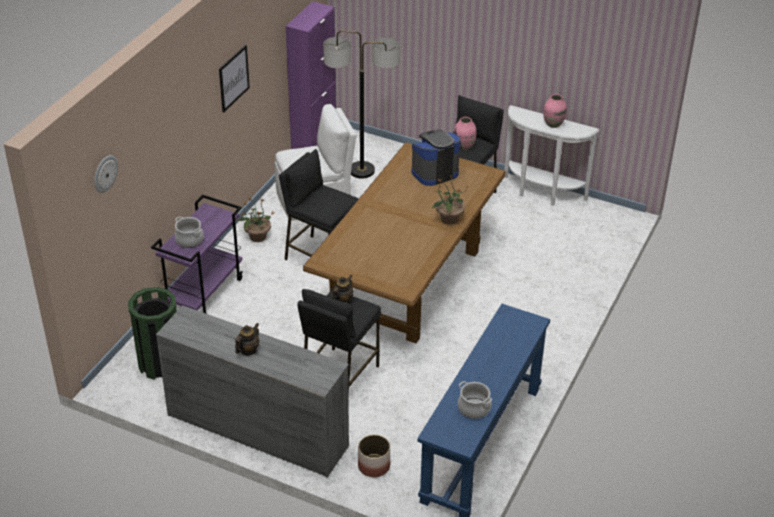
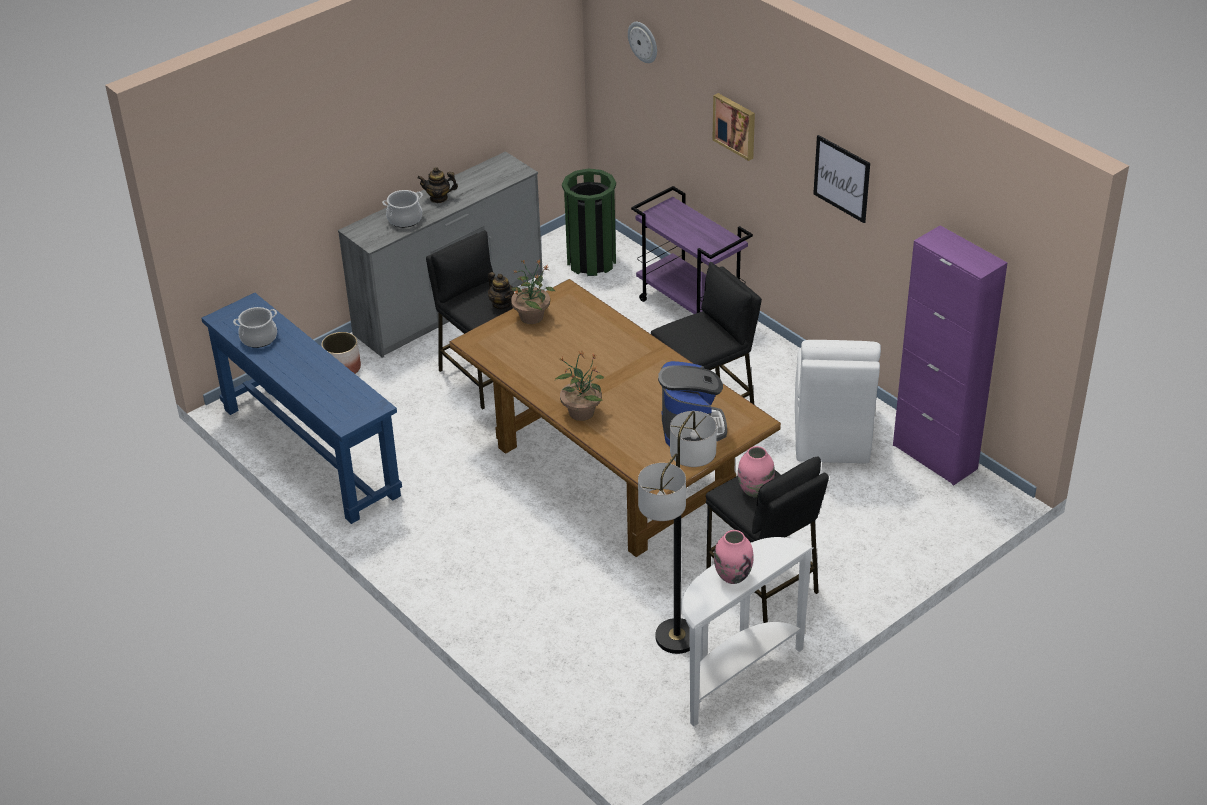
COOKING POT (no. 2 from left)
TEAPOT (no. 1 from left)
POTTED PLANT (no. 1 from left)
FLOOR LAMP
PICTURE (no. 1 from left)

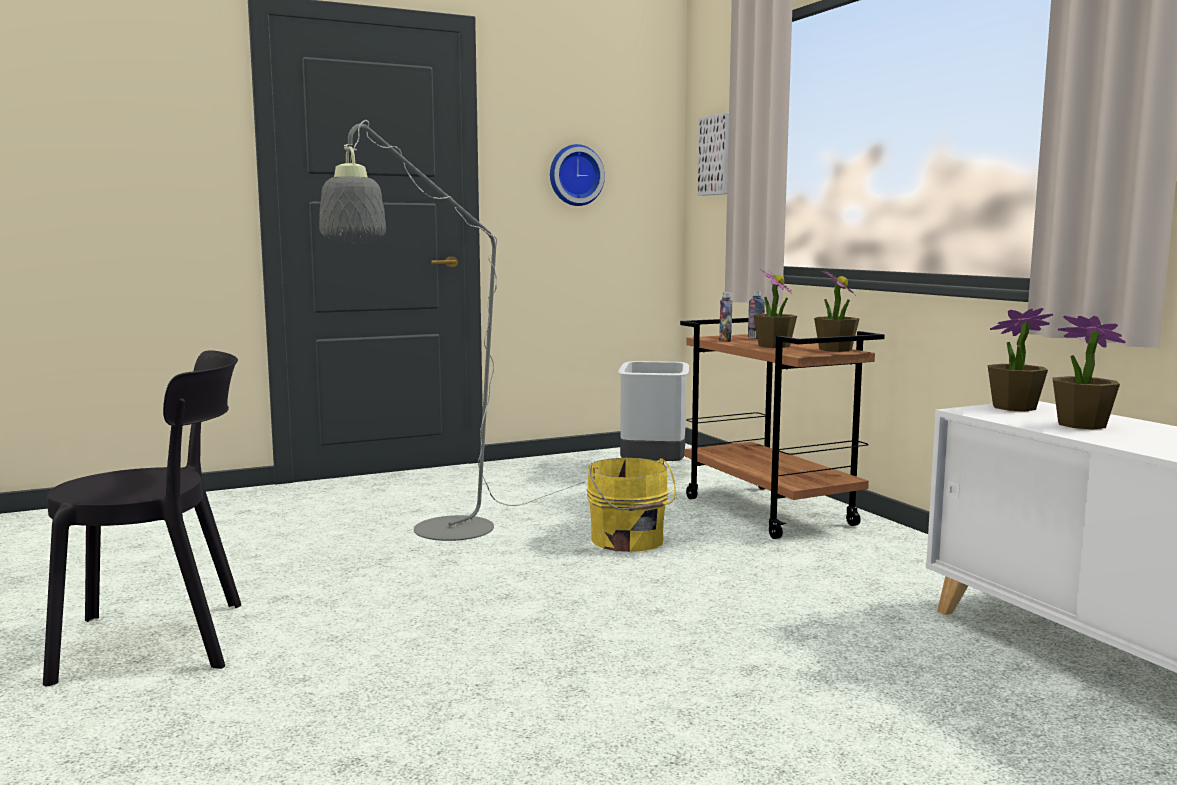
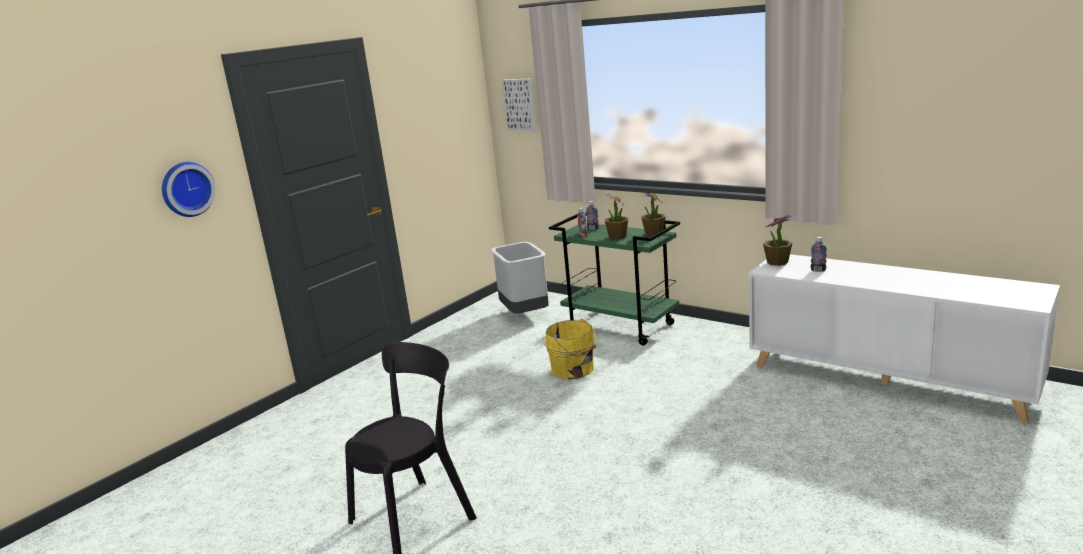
WALL CLOCK
GREEN CART
BOTTLE (no. 3 from left)
GREY FLOOR LAMP

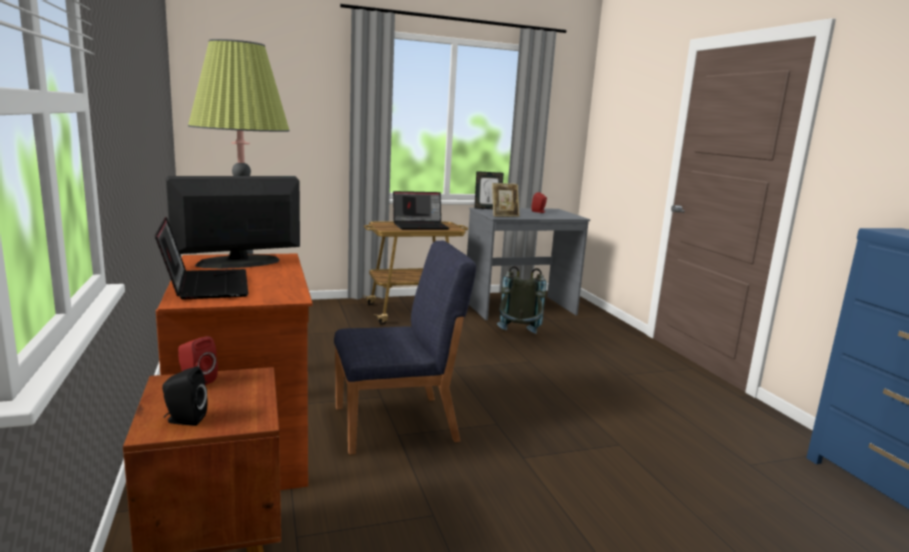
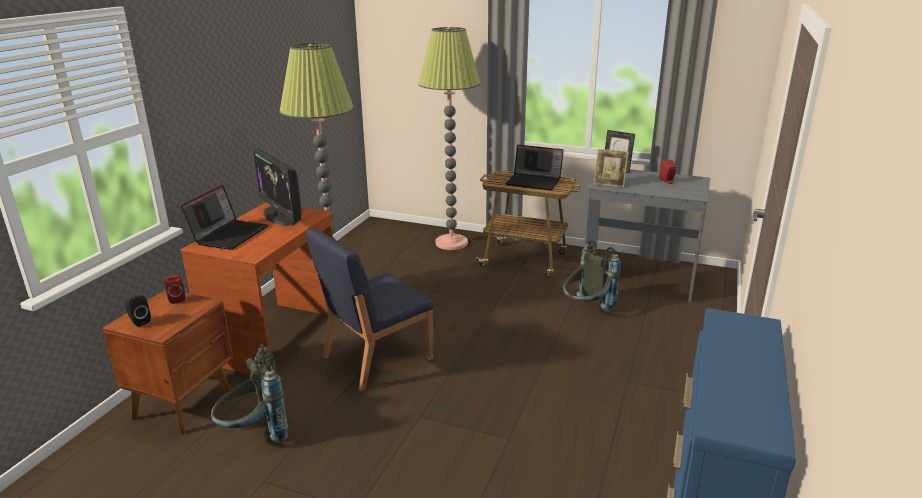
GREY BACKPACK (no. 1 from left)
MONITOR
BLUE CHAIR
FLOOR LAMP (no. 2 from left)

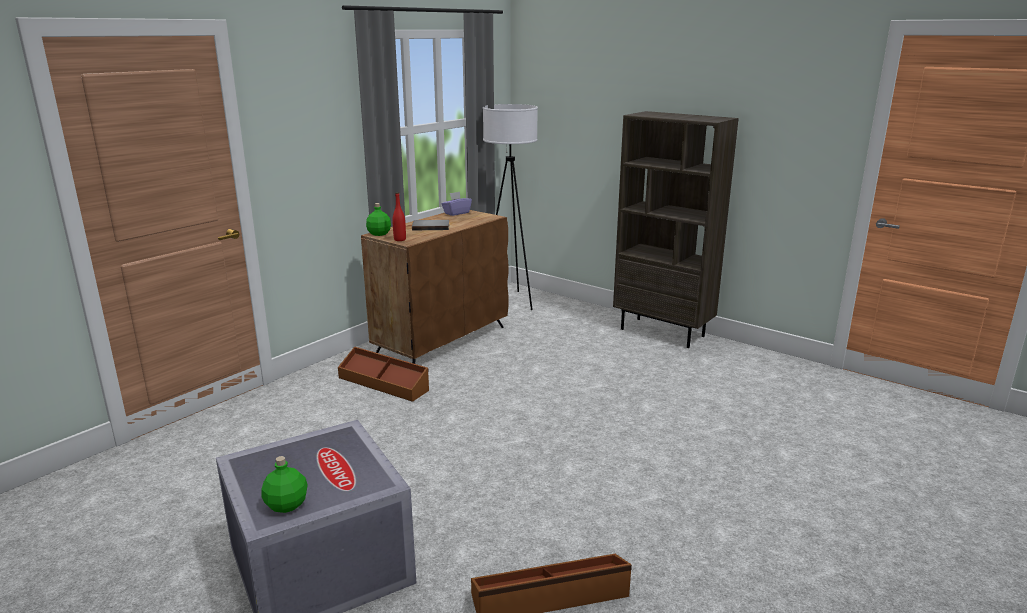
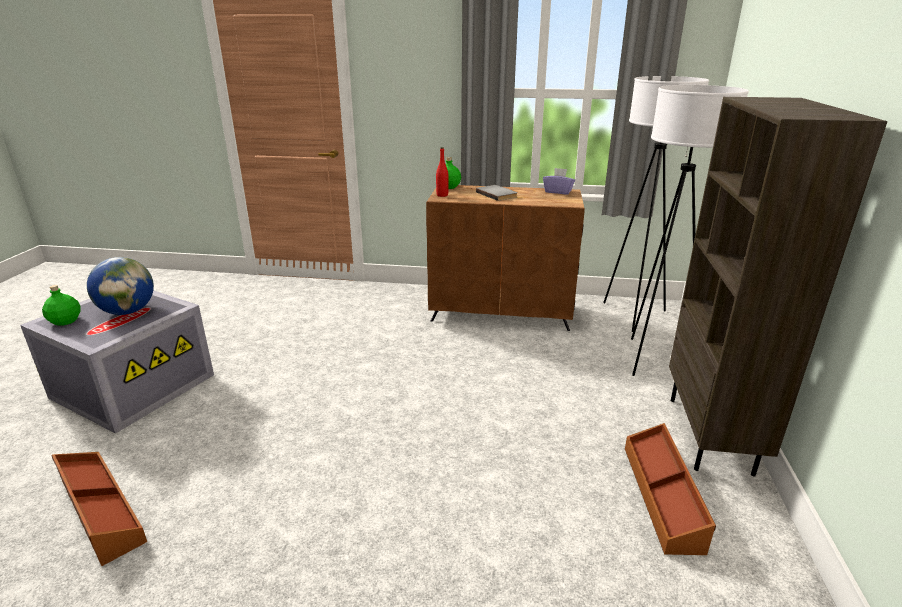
GLOBE
BROWN STORAGE BOX (no. 2 from left)
WHITE FLOOR LAMP (no. 2 from left)

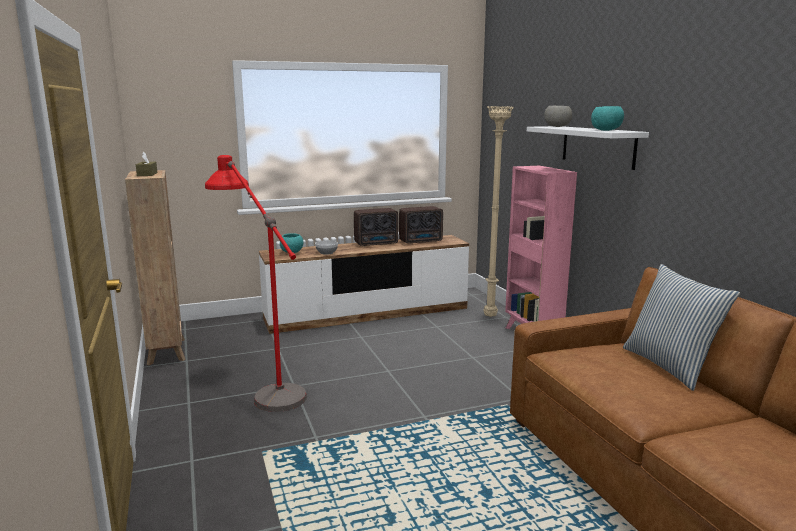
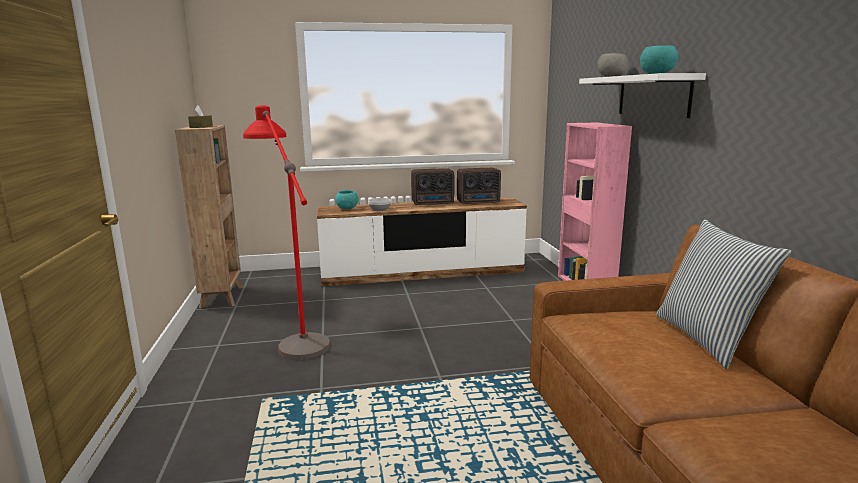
BEIGE FLOOR LAMP

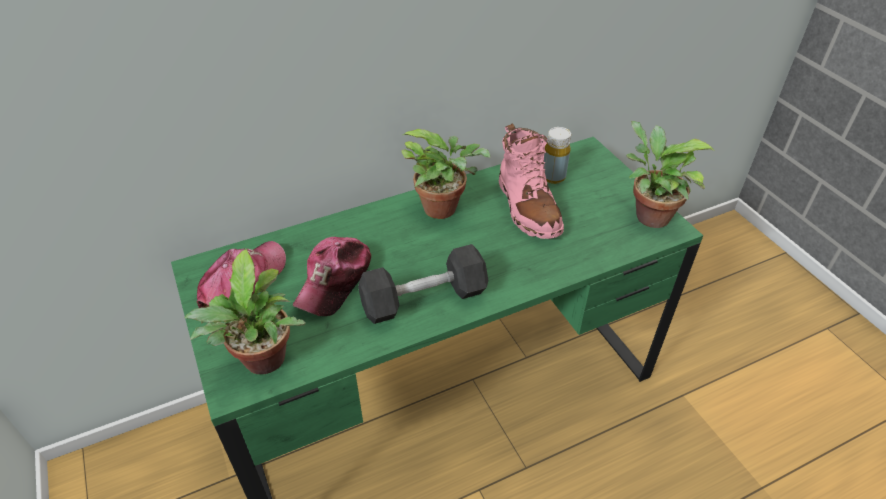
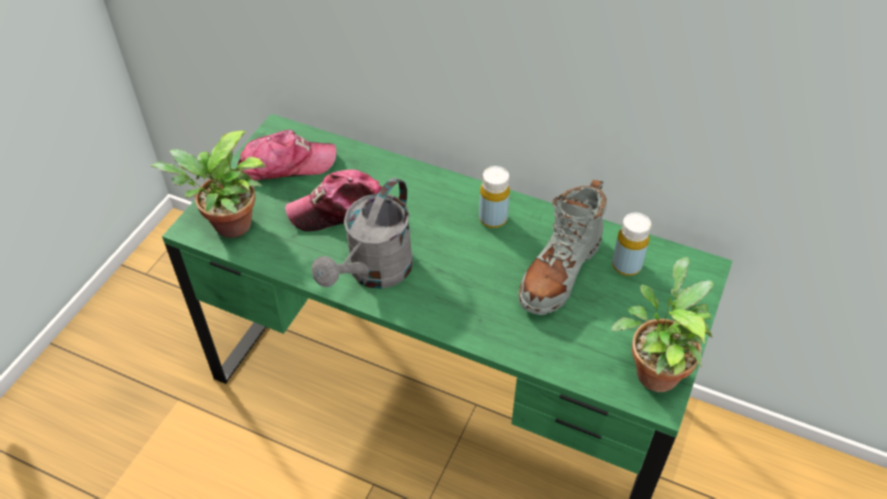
GREY WATERING CAN
YELLOW BOTTLE (no. 1 from left)
GREY BOOT

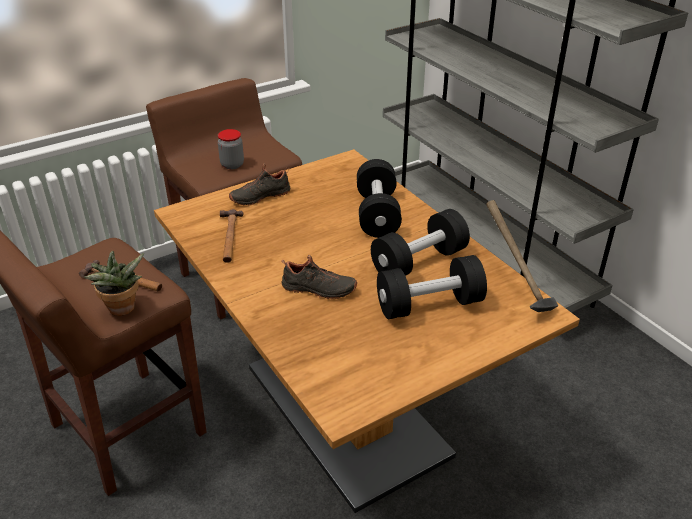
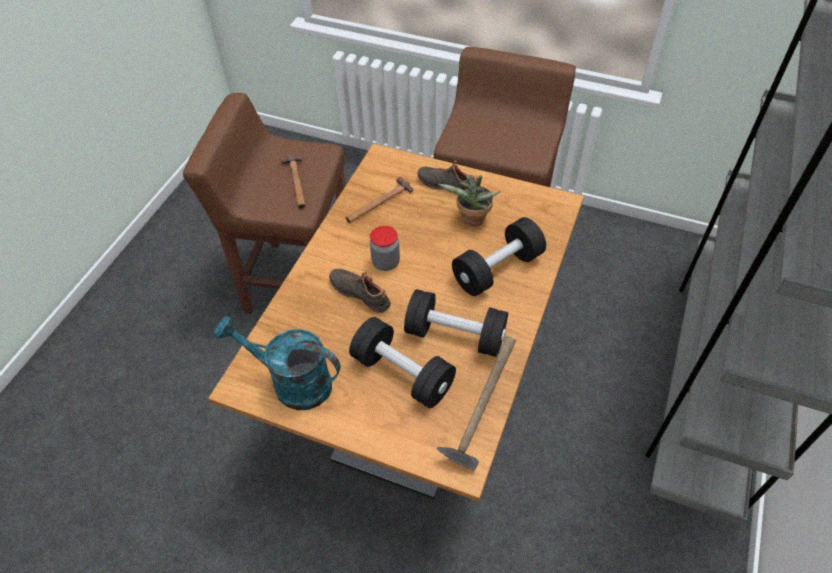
TURQUOISE WATERING CAN
BLACK SHOE (no. 1 from left)
JAR
POTTED PLANT

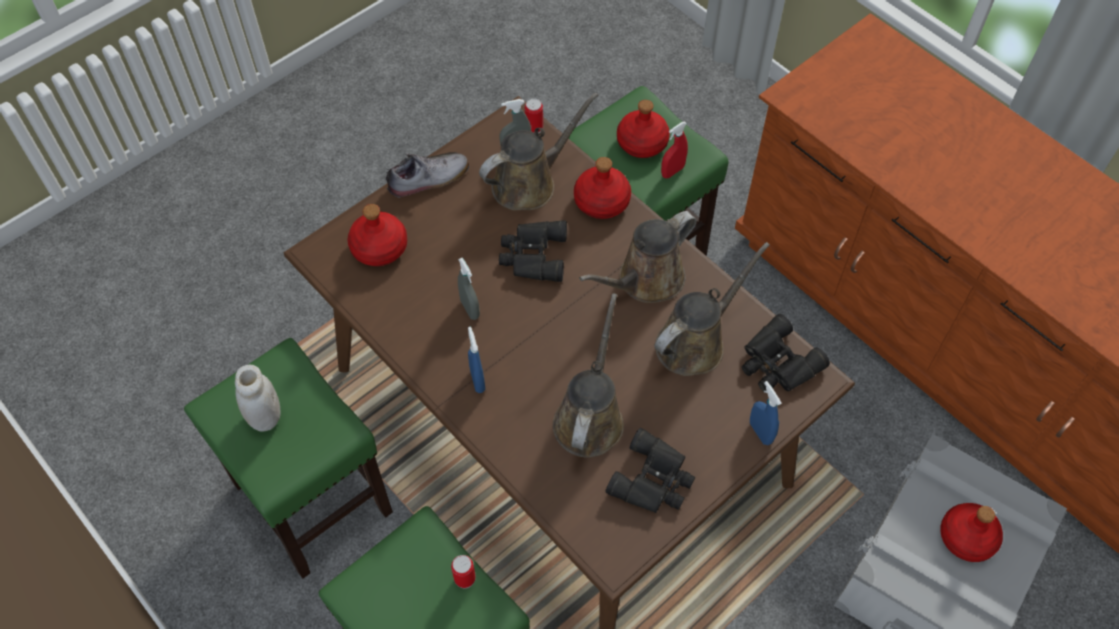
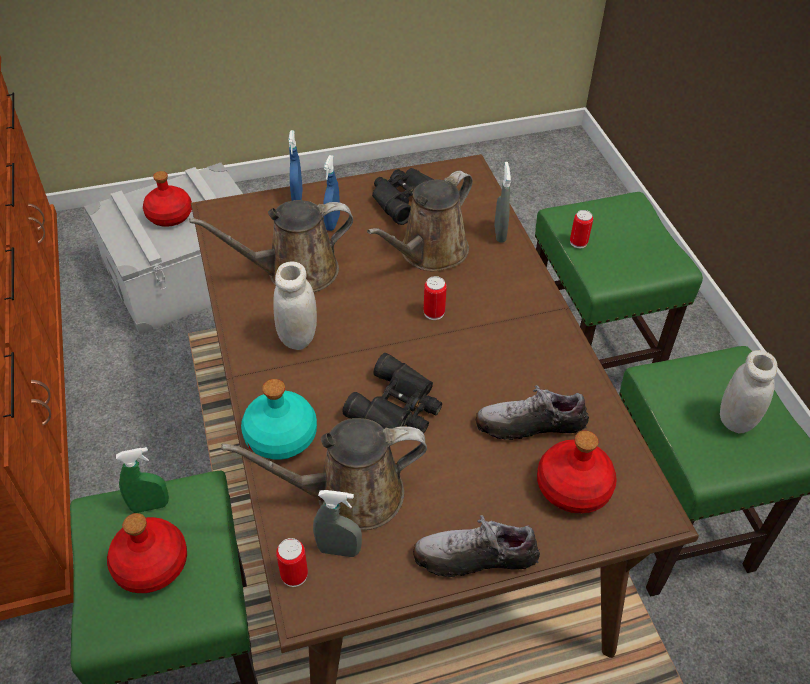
GREEN SPRAY BOTTLE
TURQUOISE BOTTLE
WHITE JAR (no. 1 from left)
BLUE SPRAY BOTTLE (no. 2 from left)
CAN (no. 2 from left)
SHOE (no. 2 from left)
GREY SPRAY BOTTLE (no. 2 from left)
BLACK BINOCULARS (no. 3 from left in the first image)

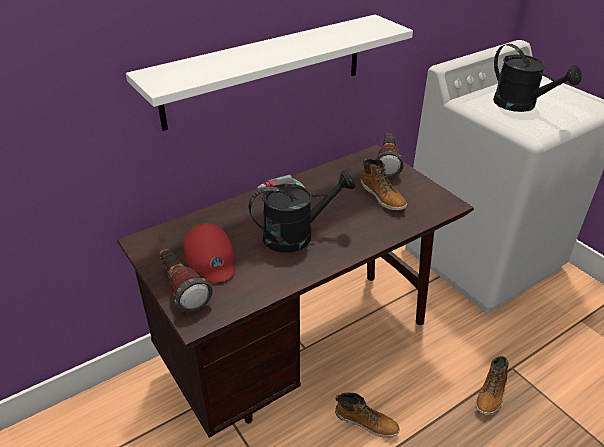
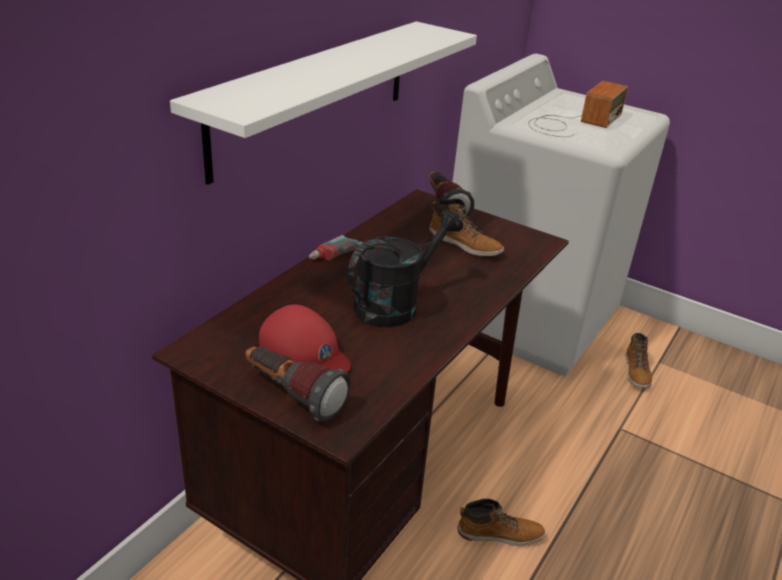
RADIO
BOOT (no. 3 from left)

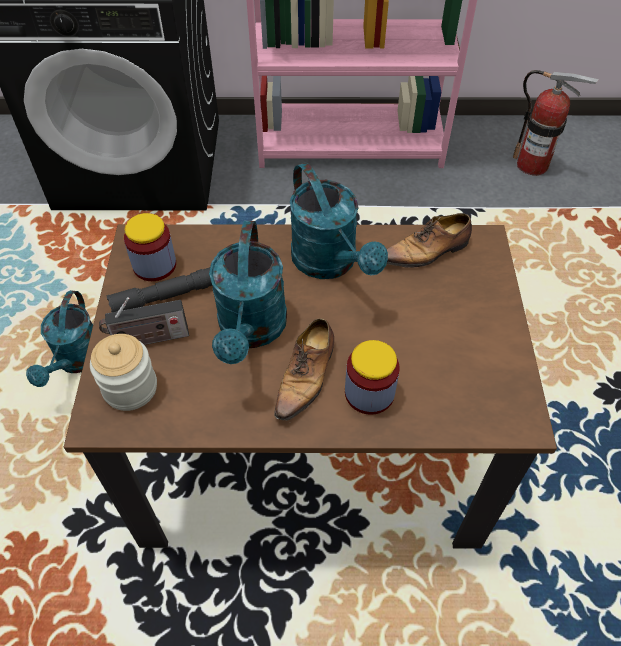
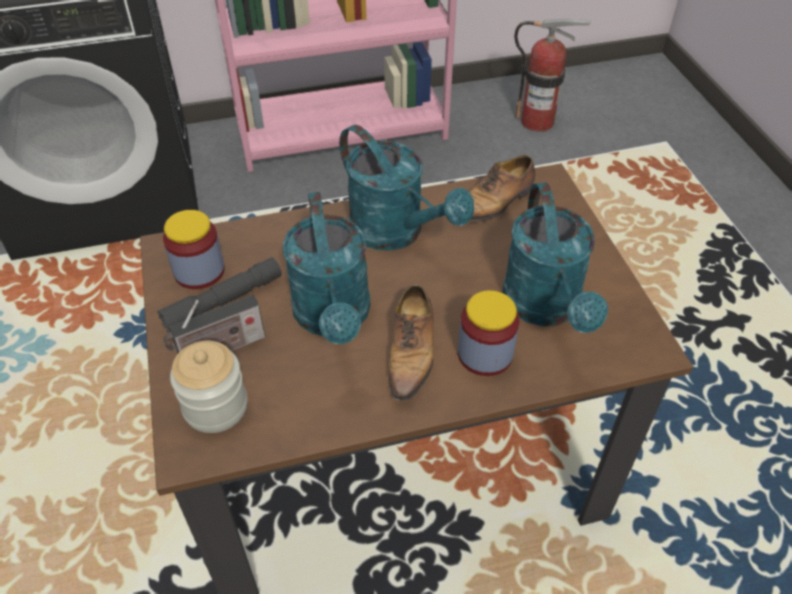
TURQUOISE WATERING CAN (no. 3 from left)

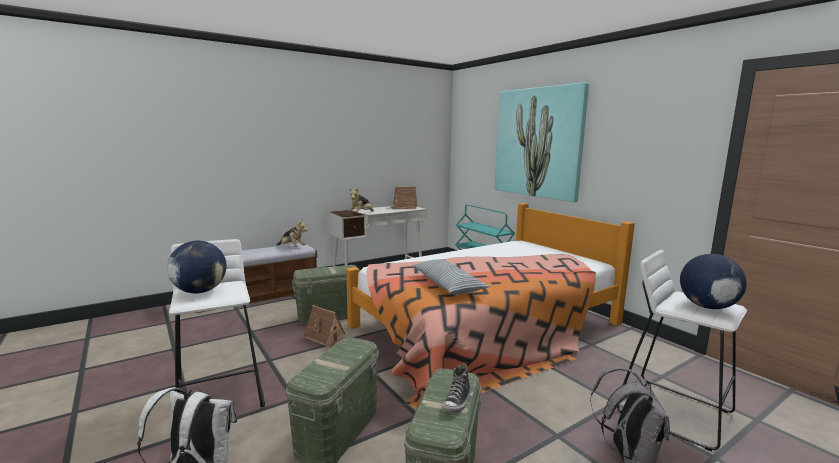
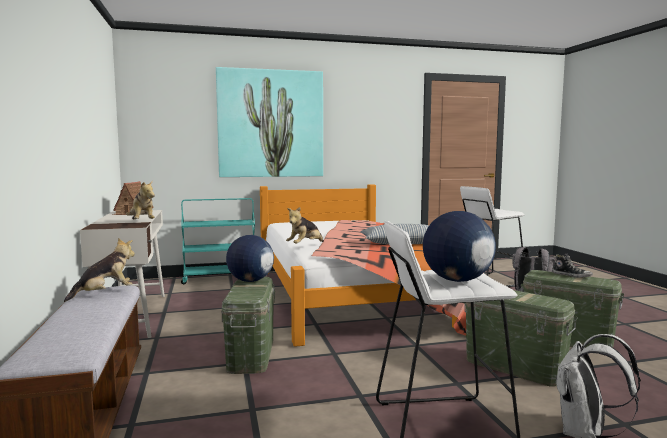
GLOBE (no. 1 from left)
PLUSH TOY (no. 3 from left)
TOY HOUSE (no. 1 from left in the first image)

